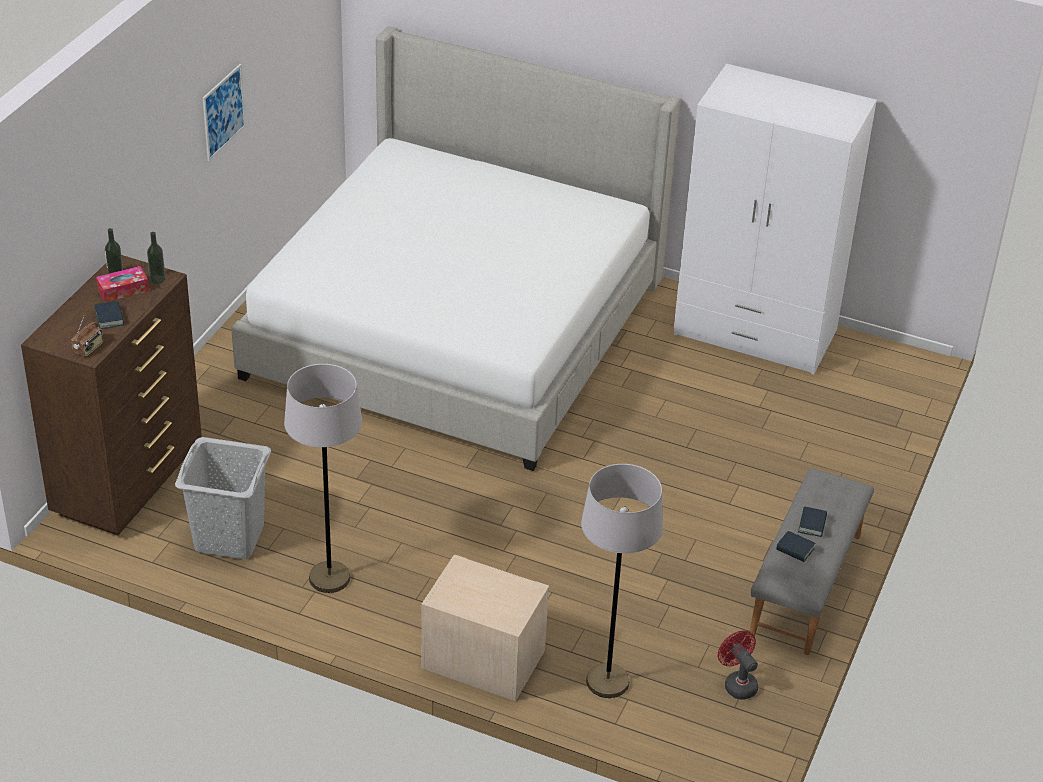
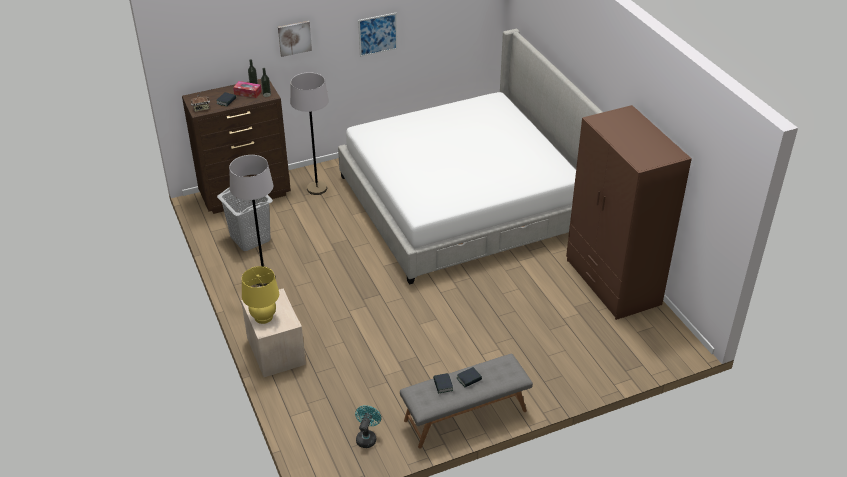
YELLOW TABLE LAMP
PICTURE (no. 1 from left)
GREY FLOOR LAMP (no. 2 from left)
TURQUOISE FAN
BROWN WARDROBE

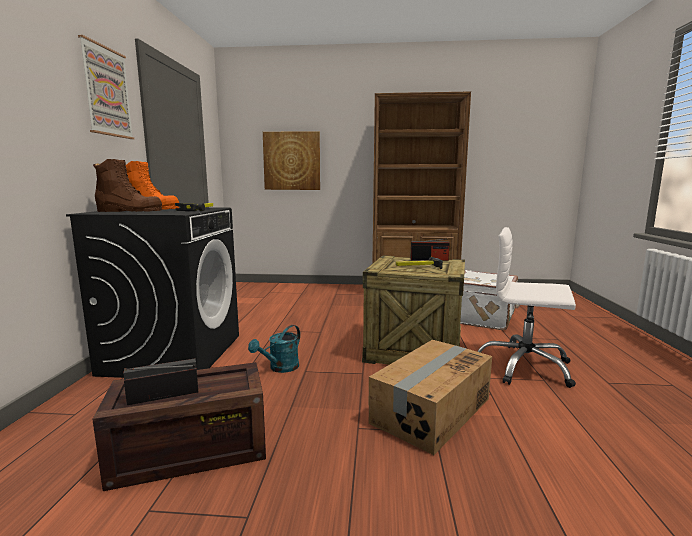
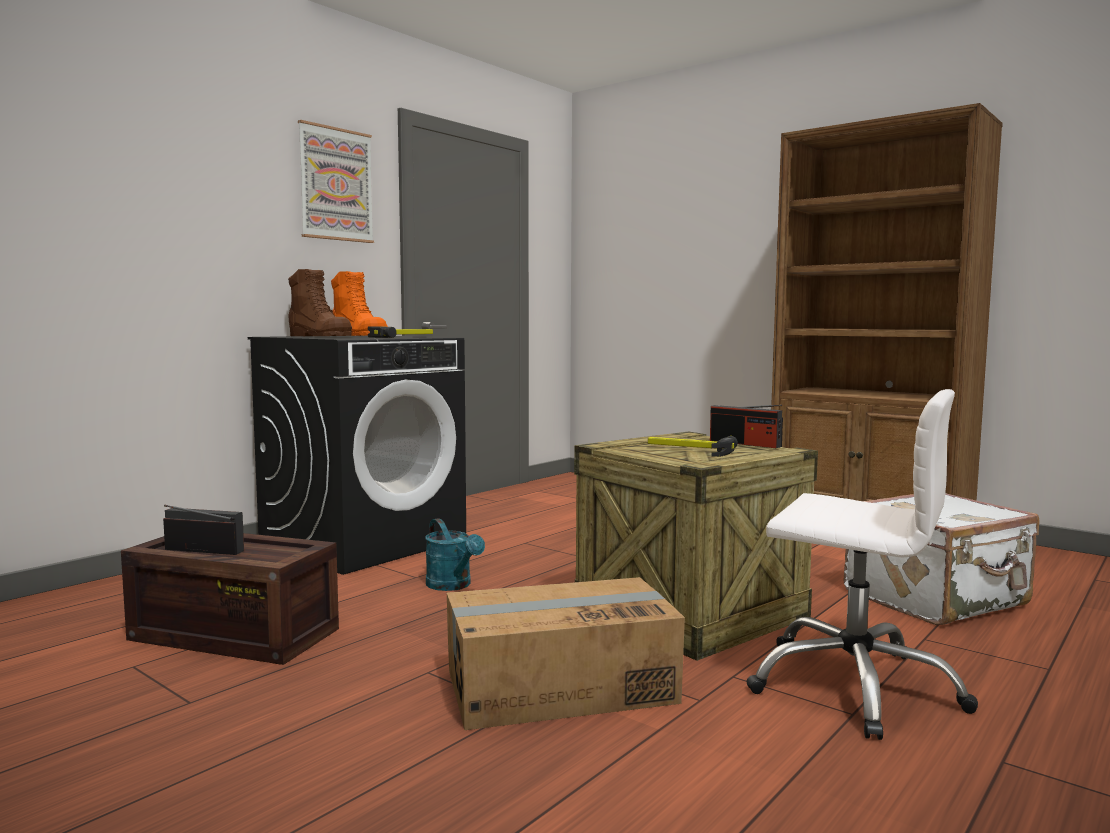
TURQUOISE WATERING CAN
WHITE OFFICE CHAIR
PICTURE (no. 2 from left in the first image)

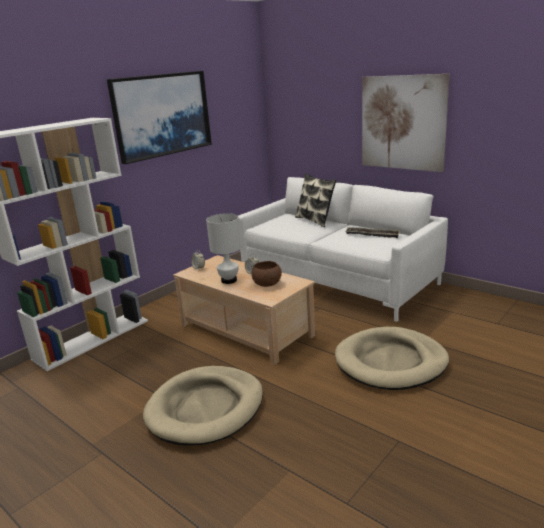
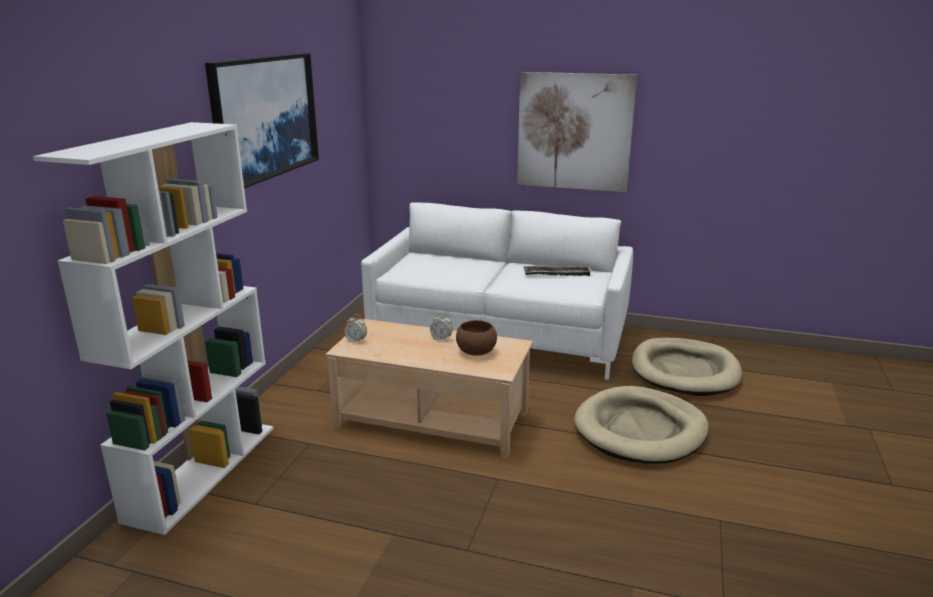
BEIGE DOG BED (no. 2 from left)
WHITE TABLE LAMP
PILLOW

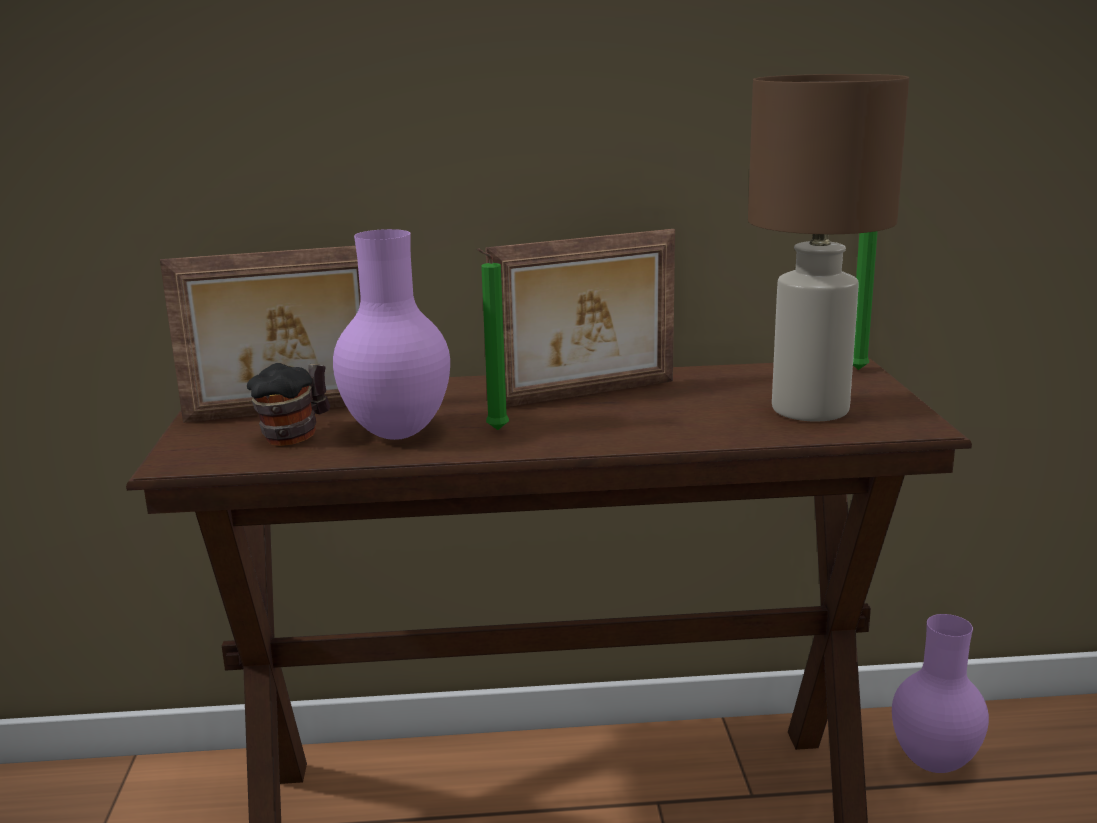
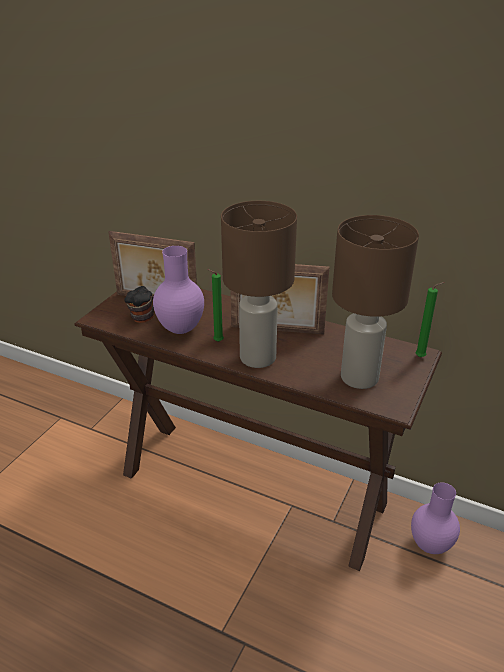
BROWN TABLE LAMP (no. 1 from left)

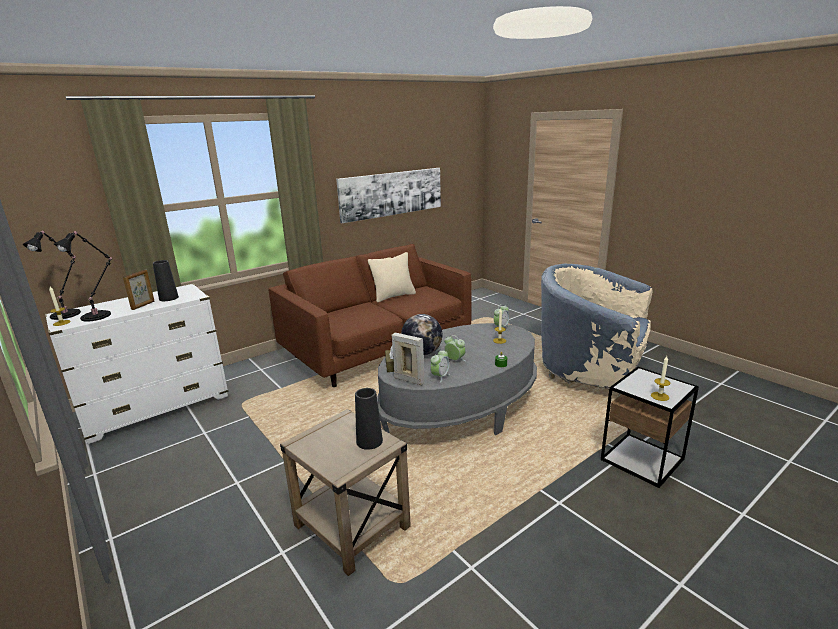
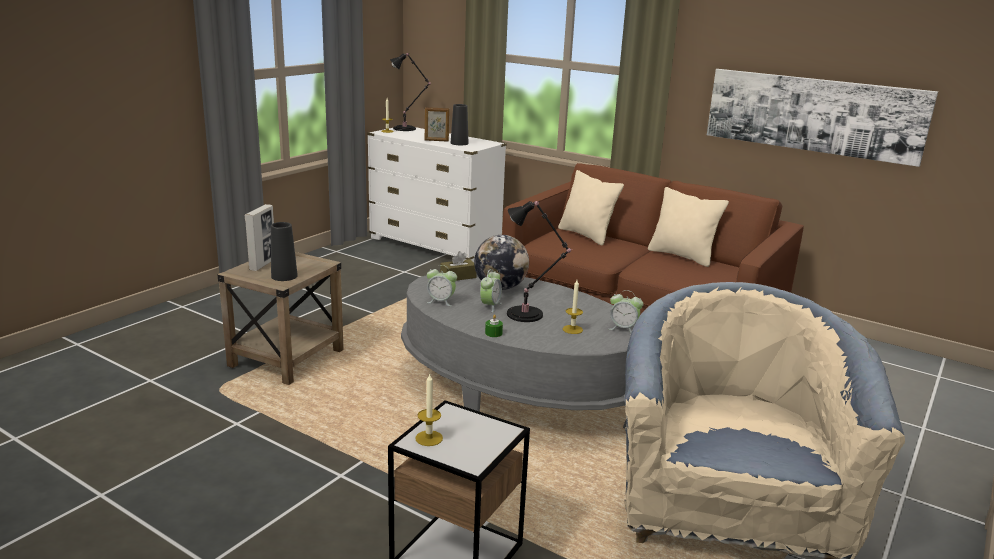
PICTURE FRAME (no. 1 from left)
BLACK TABLE LAMP (no. 2 from left)
BEIGE PILLOW (no. 1 from left)

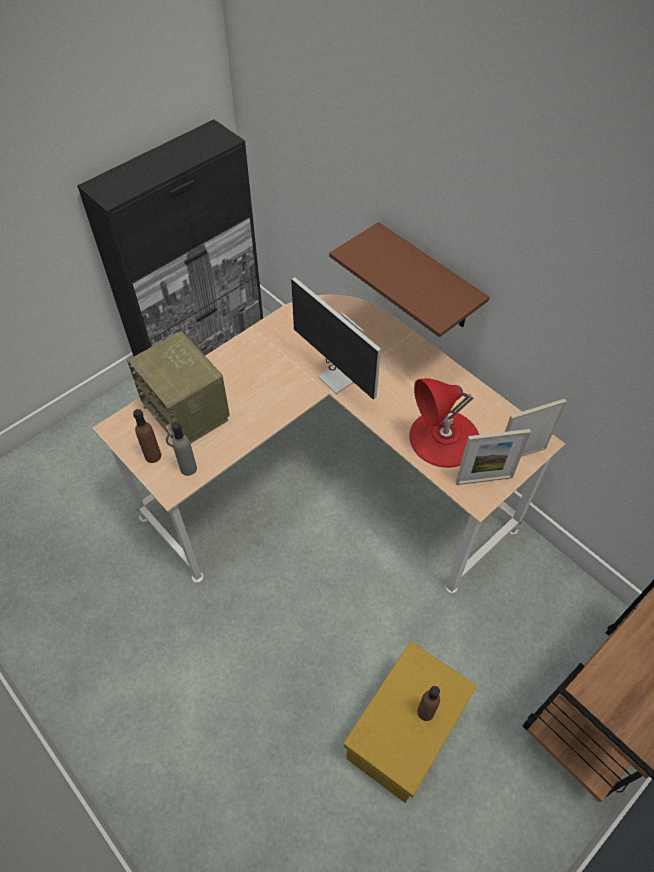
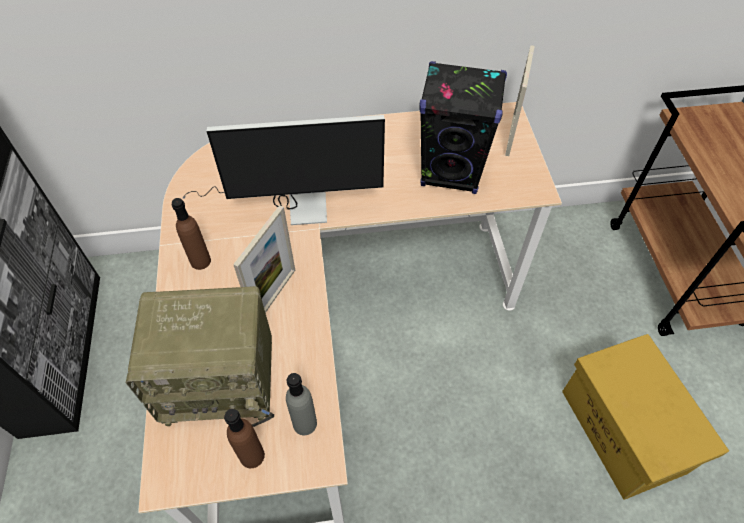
BROWN BOTTLE (no. 1 from left)
PICTURE FRAME (no. 1 from left)
BLACK SPEAKER
BROWN SHELF

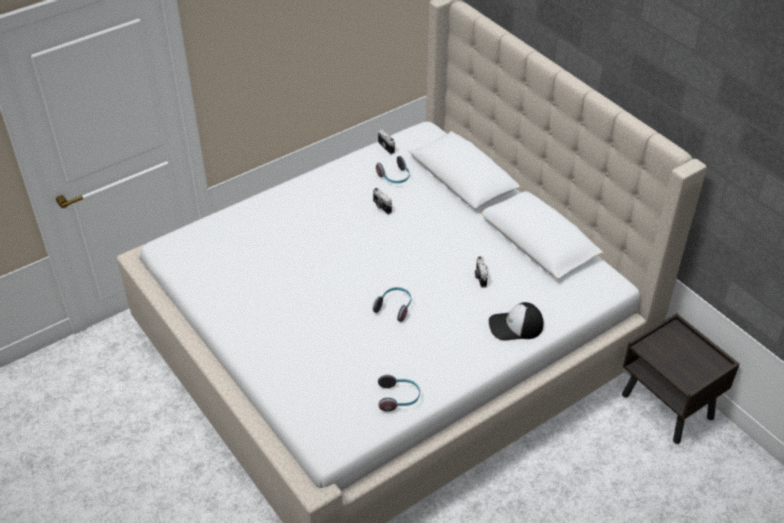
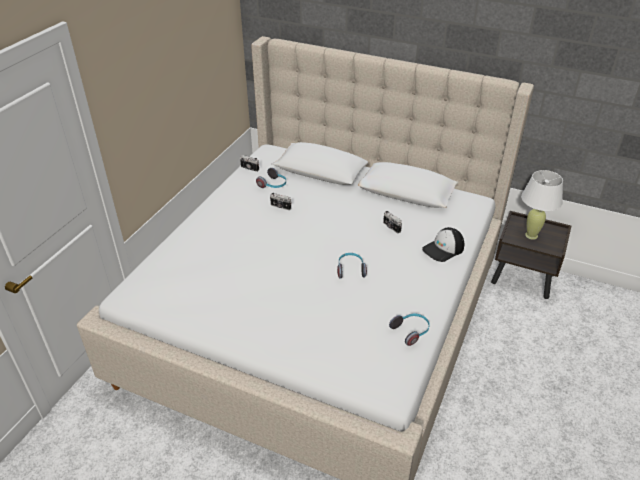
WHITE TABLE LAMP

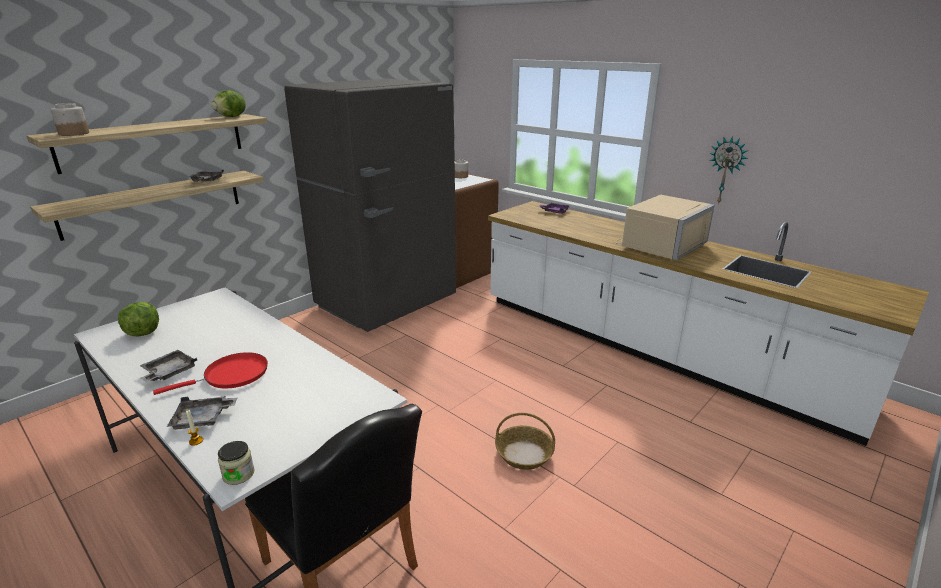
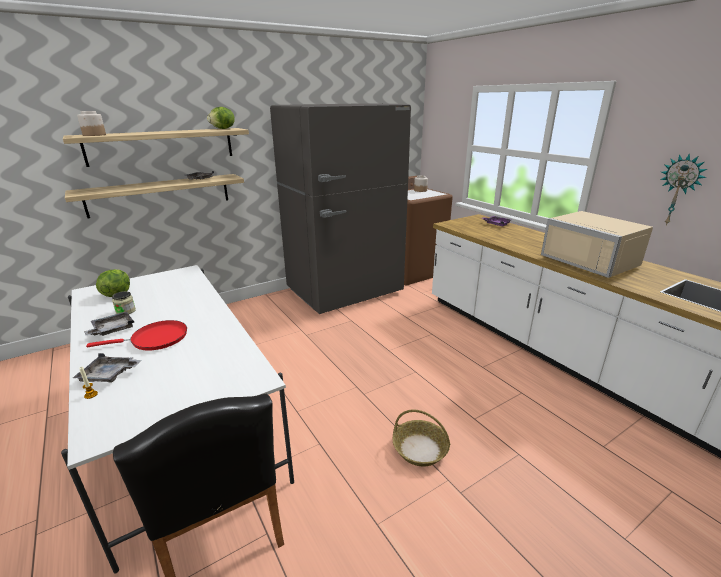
JAR (no. 2 from left)
BEIGE MICROWAVE

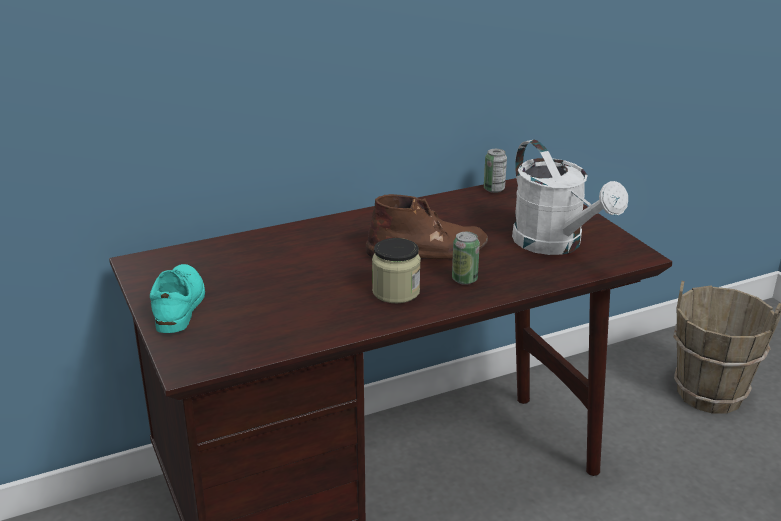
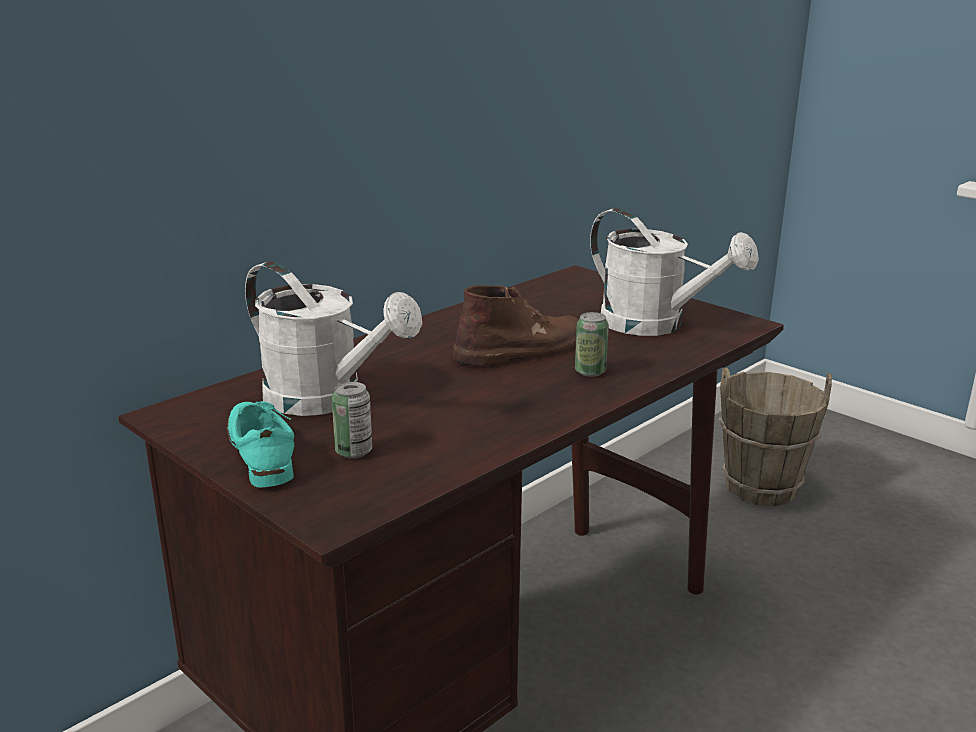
WHITE WATERING CAN (no. 1 from left)
CAN (no. 1 from left)
JAR

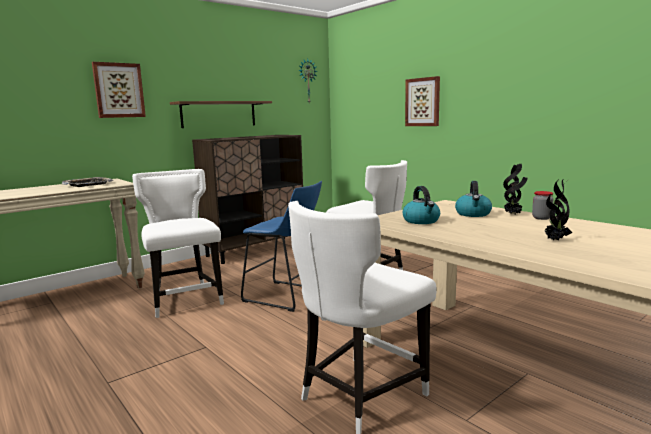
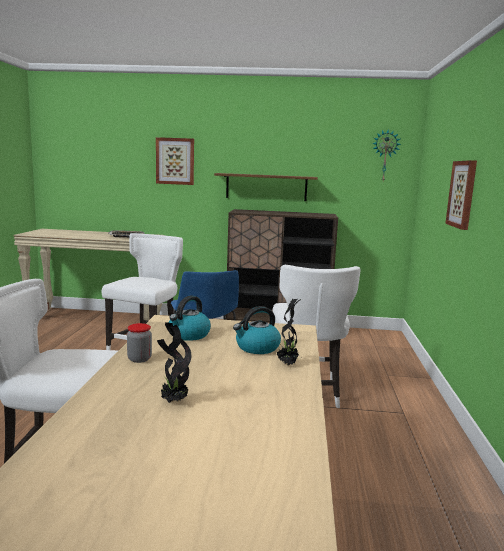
JAR

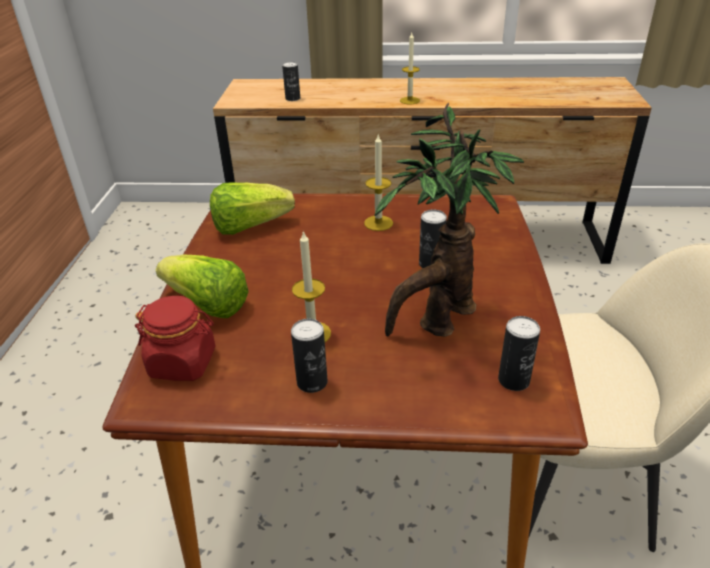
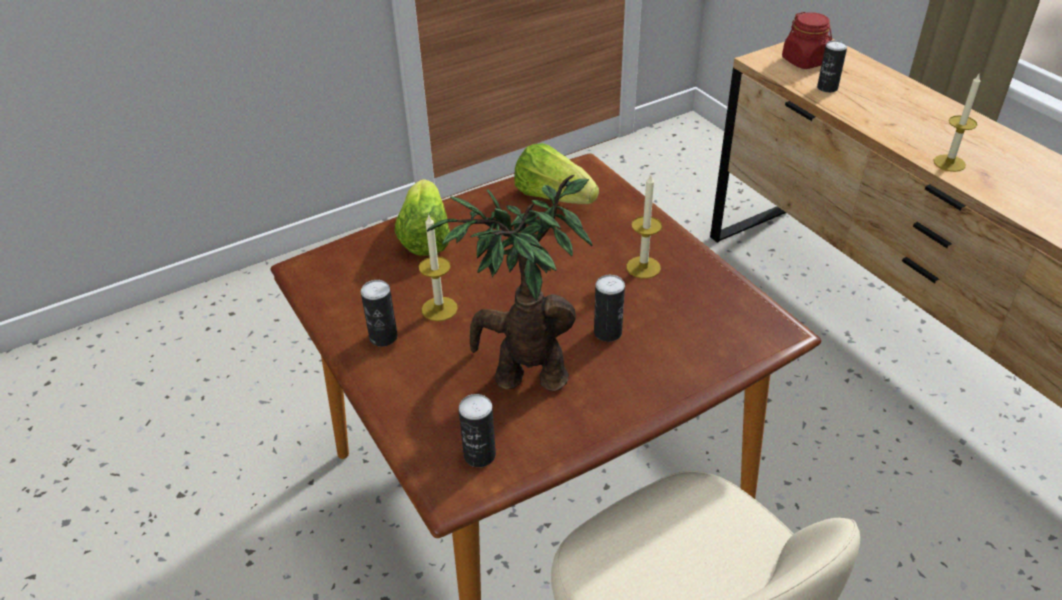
RED JAR

